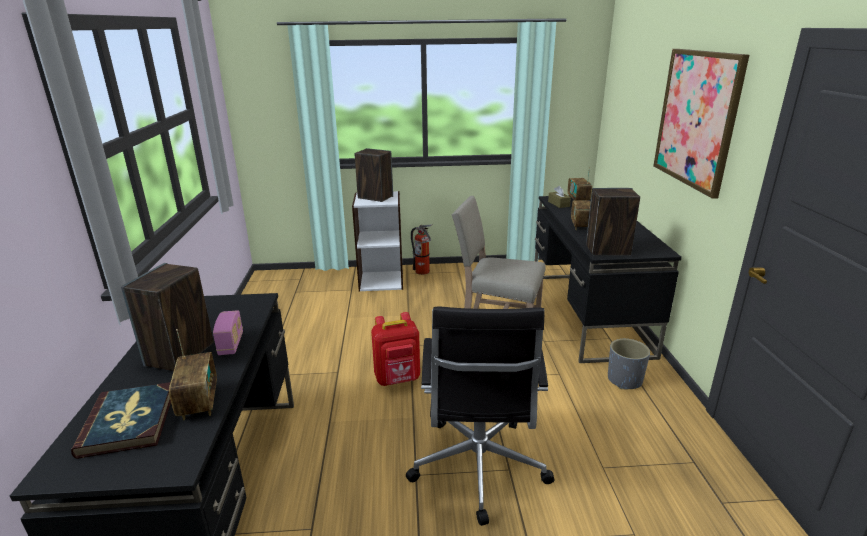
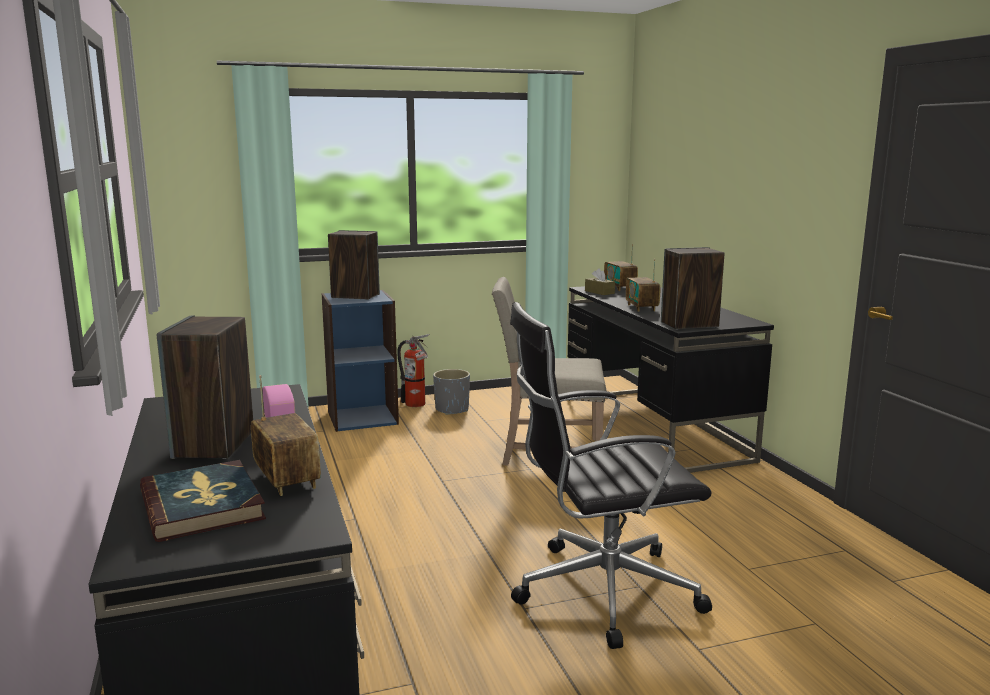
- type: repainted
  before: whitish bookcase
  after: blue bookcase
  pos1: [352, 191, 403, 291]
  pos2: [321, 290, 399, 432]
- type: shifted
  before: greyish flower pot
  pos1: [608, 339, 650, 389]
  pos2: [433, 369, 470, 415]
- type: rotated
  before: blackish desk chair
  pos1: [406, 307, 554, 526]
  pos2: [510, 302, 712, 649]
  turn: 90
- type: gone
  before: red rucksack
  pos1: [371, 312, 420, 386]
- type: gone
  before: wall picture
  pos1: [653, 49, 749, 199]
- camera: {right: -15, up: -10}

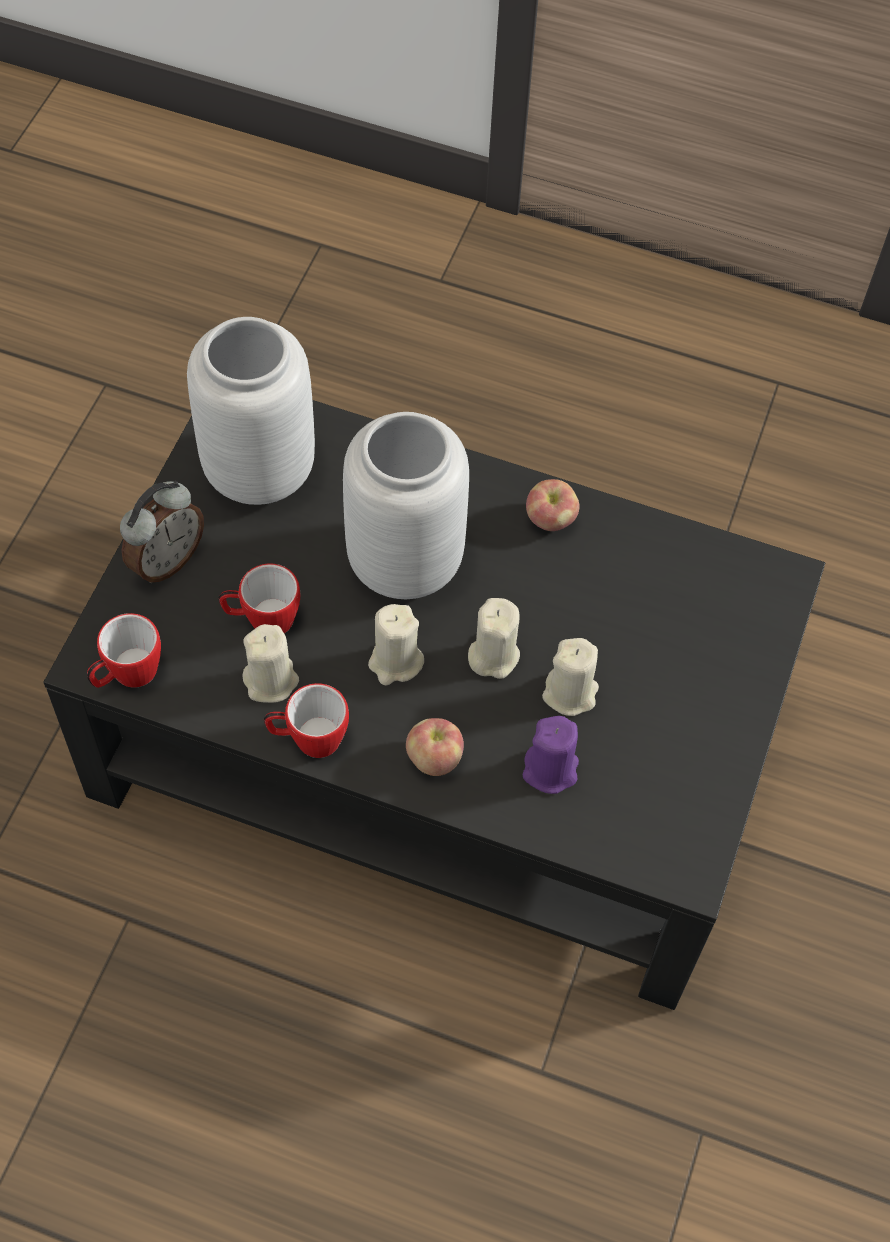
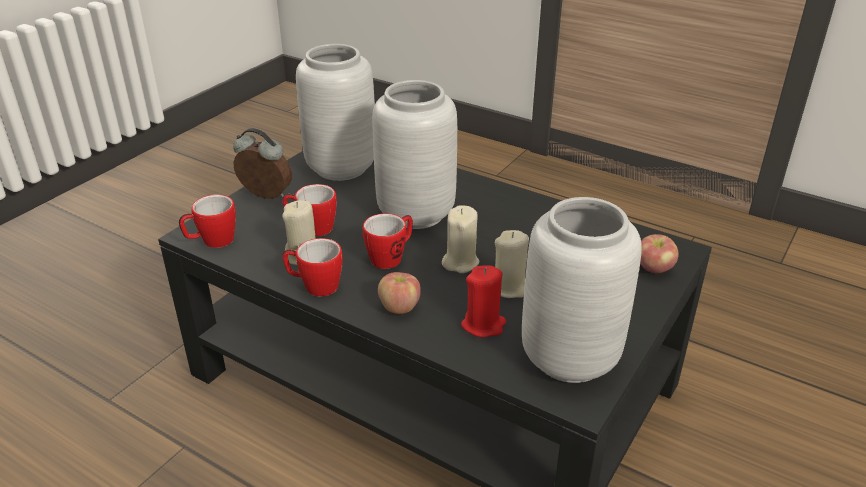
- type: rotated
  before: table clock
  pos1: [120, 481, 204, 583]
  pos2: [233, 128, 292, 199]
  turn: -120
- type: swapped
  before: sand-coloured wax candle
  after: coffee mug
  pos1: [368, 604, 424, 685]
  pos2: [363, 213, 413, 269]
- type: repainted
  before: purple wax candle
  after: red wax candle
  pos1: [522, 716, 579, 794]
  pos2: [461, 265, 506, 337]
- type: new
  after: greyish vase
  pos2: [522, 197, 642, 383]
- type: shifted
  before: apple fruit
  pos1: [526, 479, 579, 531]
  pos2: [640, 234, 679, 273]
- camera: {right: 15, up: -25}

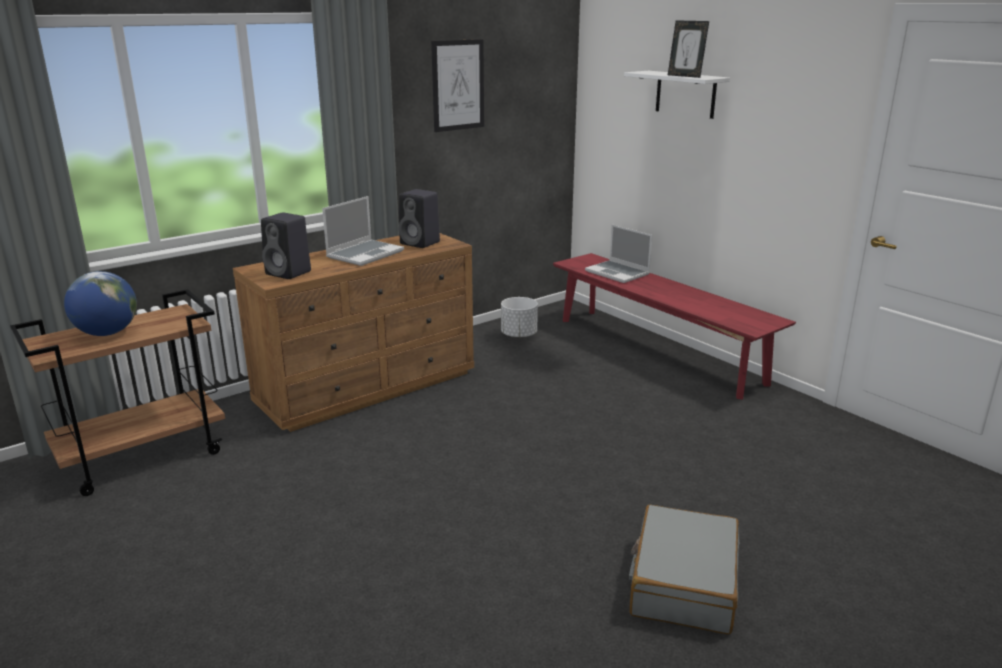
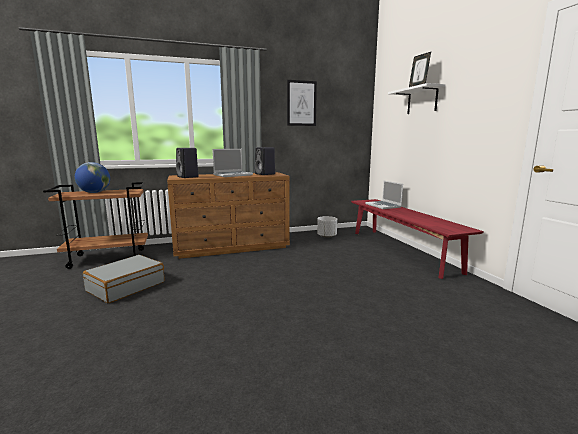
- type: shifted
  before: greyish suitcase
  pos1: [629, 505, 739, 634]
  pos2: [83, 255, 164, 303]
- camera: {right: 20, up: -10}

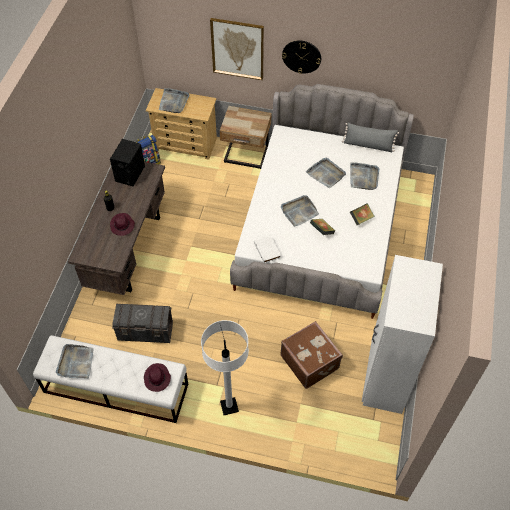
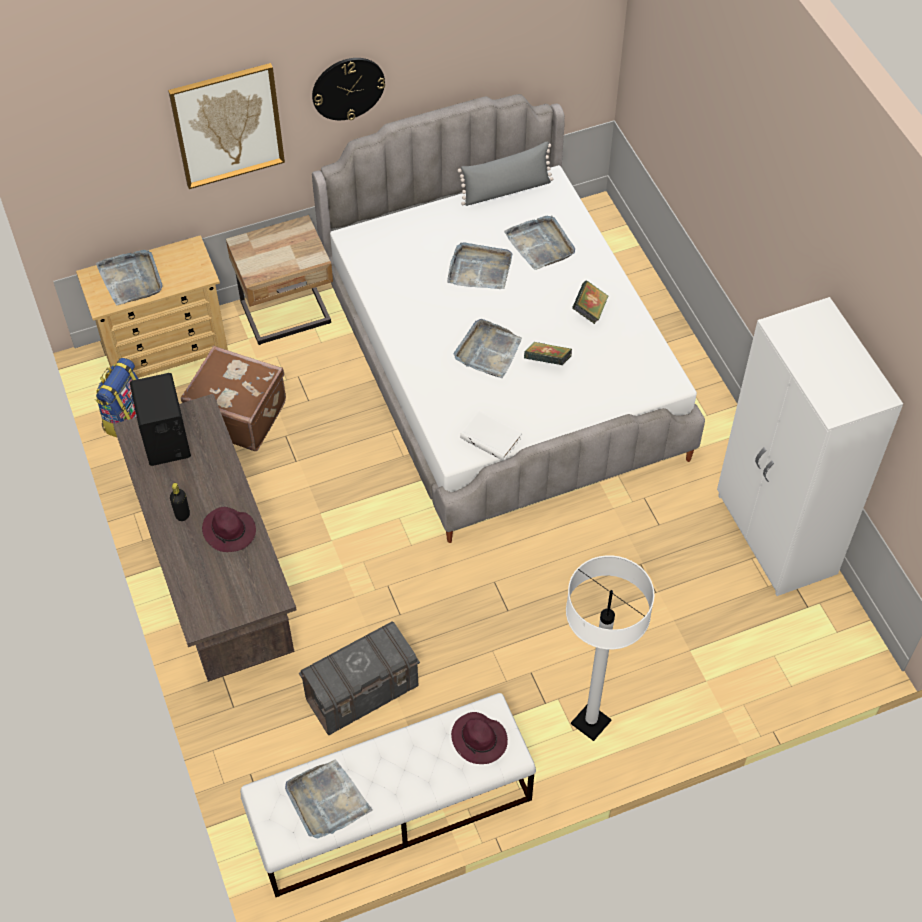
- type: shifted
  before: brownish suitcase
  pos1: [280, 321, 343, 389]
  pos2: [181, 346, 286, 451]
- camera: {right: -35, up: 0}

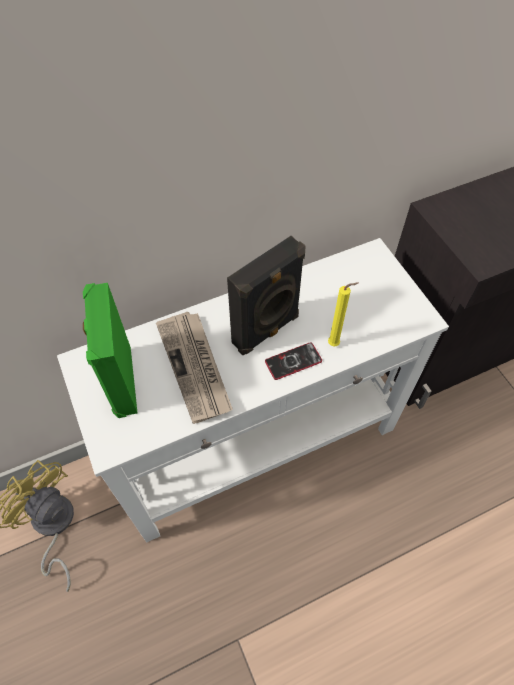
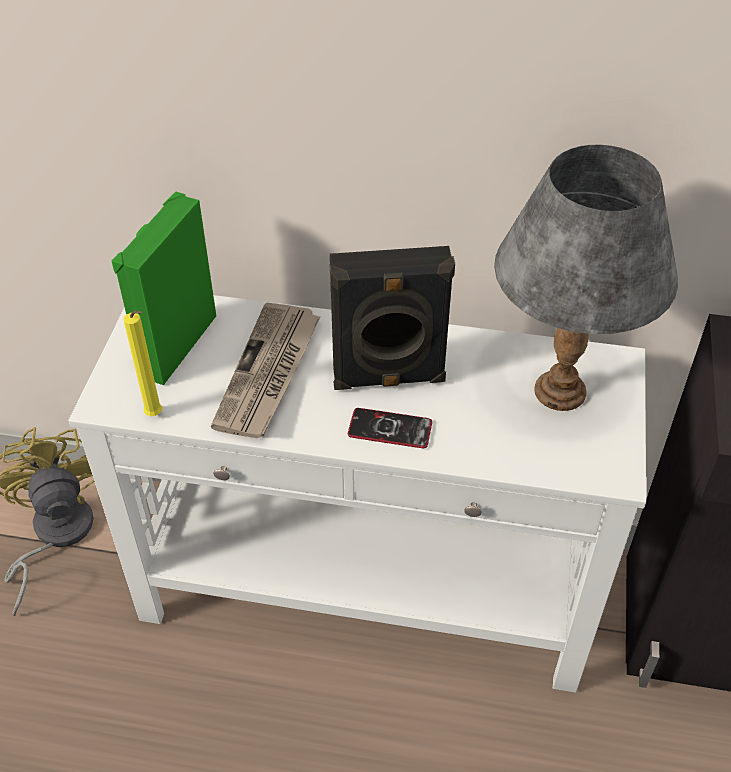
- type: shifted
  before: yellow wax candle
  pos1: [328, 282, 358, 346]
  pos2: [124, 310, 162, 416]
- type: new
  after: greyish lamp for a table
  pos2: [494, 145, 678, 411]
- camera: {right: 35, up: -10}

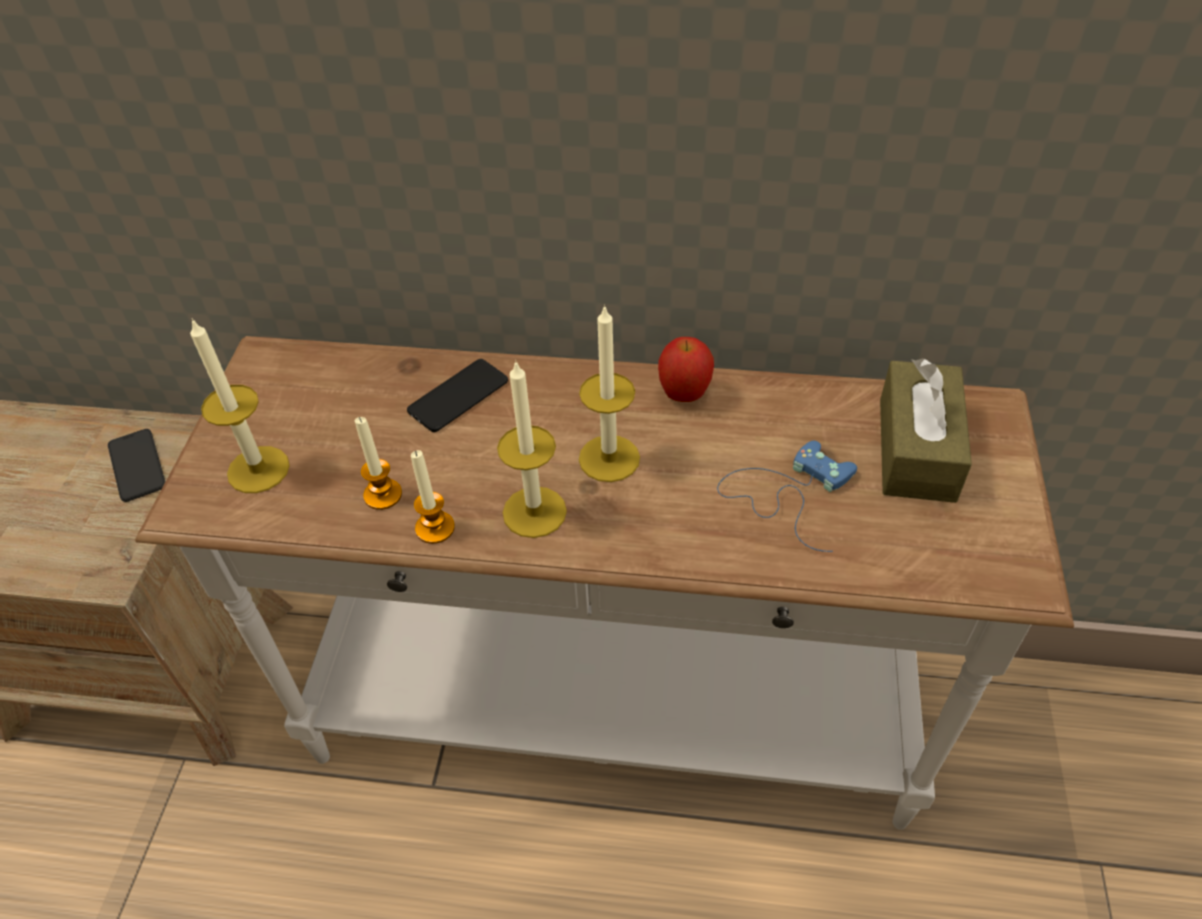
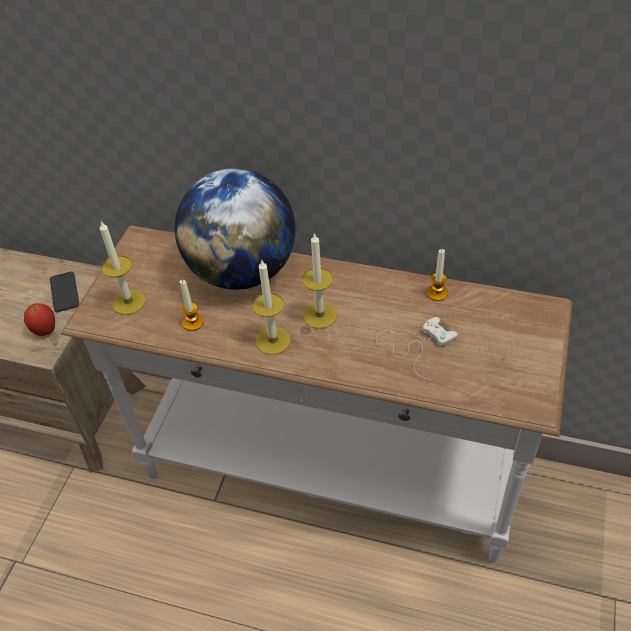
- type: shifted
  before: apple fruit
  pos1: [658, 337, 714, 402]
  pos2: [24, 303, 55, 336]
- type: swapped
  before: telephone
  after: world globe
  pos1: [407, 359, 508, 432]
  pos2: [175, 168, 296, 290]
- type: repainted
  before: blue game controller
  after: whitish game controller
  pos1: [717, 441, 857, 552]
  pos2: [376, 317, 458, 380]
- type: shifted
  before: wax candle
  pos1: [411, 450, 455, 544]
  pos2: [427, 249, 448, 301]
- type: gone
  before: brownish tissue box
  pos1: [880, 358, 972, 503]
- camera: {right: 10, up: 0}

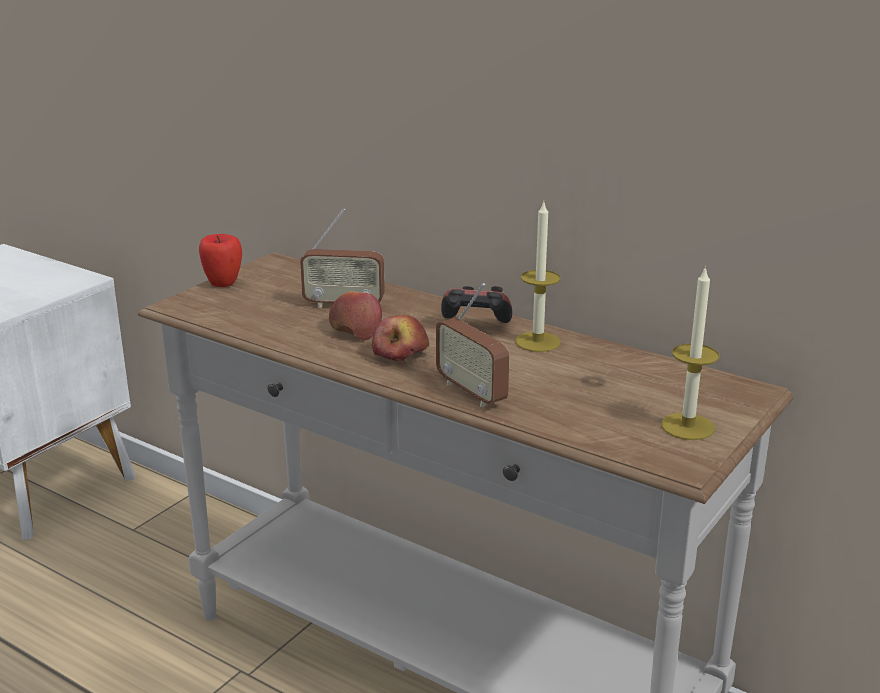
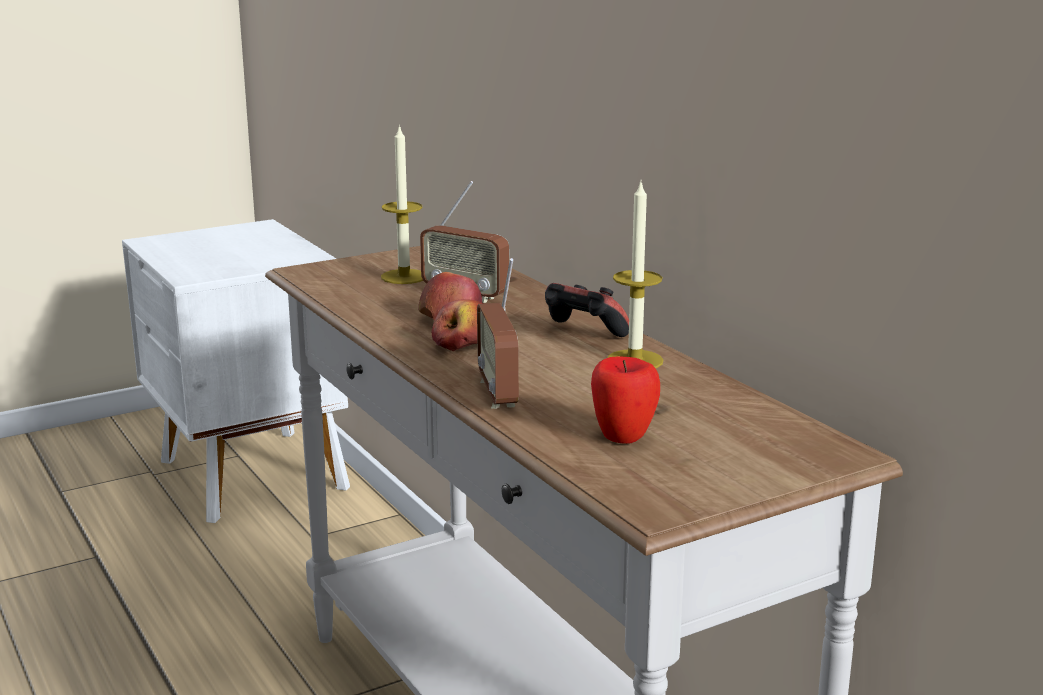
- type: shifted
  before: wax candle
  pos1: [661, 266, 719, 440]
  pos2: [381, 124, 423, 284]
- type: shifted
  before: apple fruit
  pos1: [199, 234, 242, 287]
  pos2: [591, 356, 660, 444]
- camera: {right: 25, up: -5}

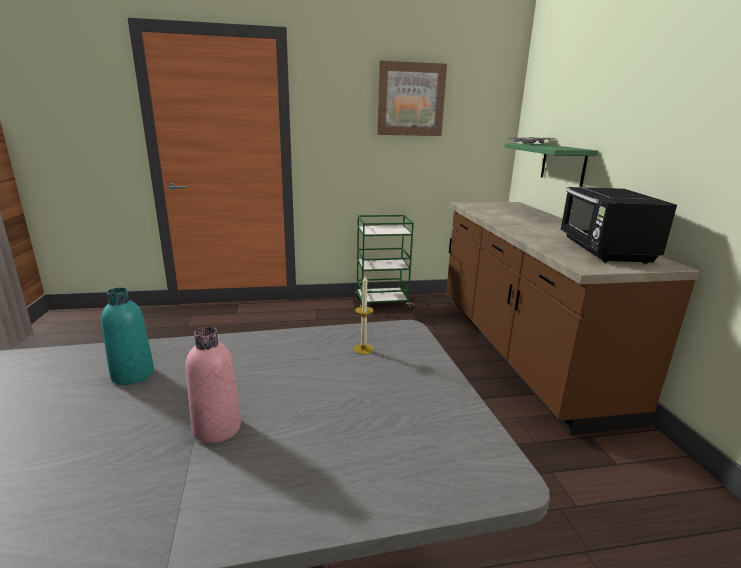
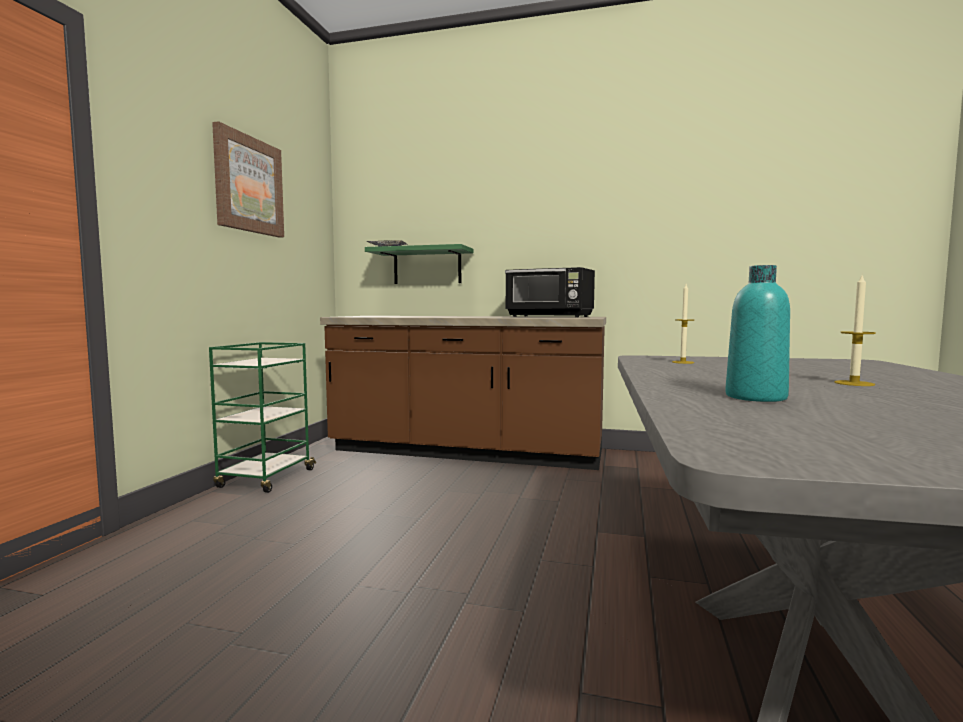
- type: swapped
  before: pinkish bottle
  after: wax candle
  pos1: [186, 327, 241, 443]
  pos2: [834, 275, 876, 386]
- camera: {right: -65, up: -15}

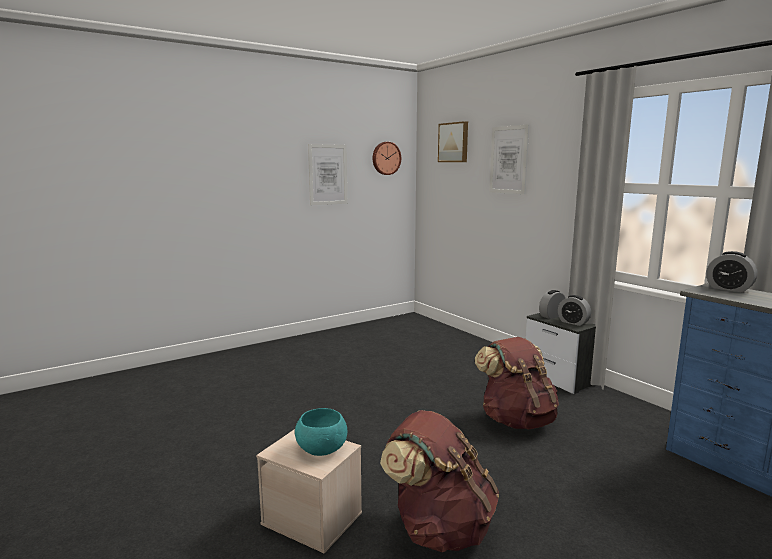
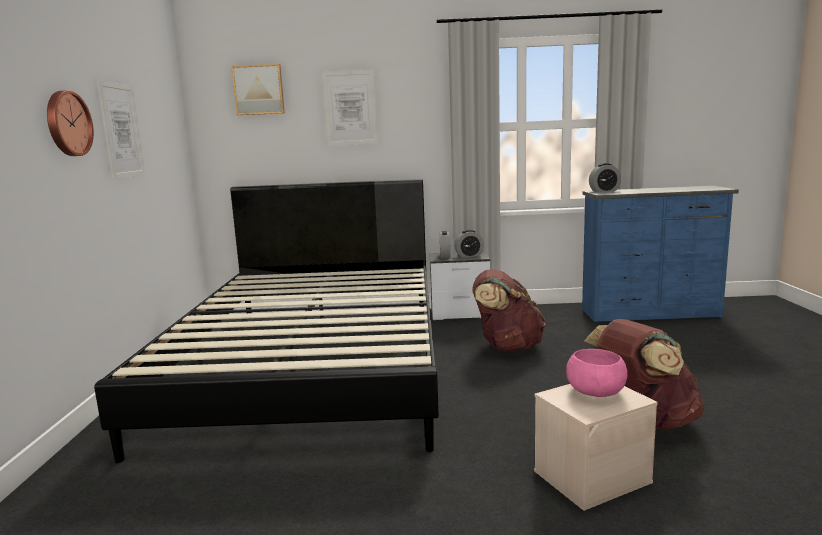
- type: shifted
  before: hanging clock
  pos1: [373, 142, 401, 175]
  pos2: [47, 90, 94, 156]
- type: new
  after: blackish bed
  pos2: [94, 179, 439, 463]
- type: repainted
  before: turquoise deep dish
  after: pinkish deep dish
  pos1: [295, 408, 347, 456]
  pos2: [566, 349, 628, 397]
- camera: {right: -55, up: 0}

